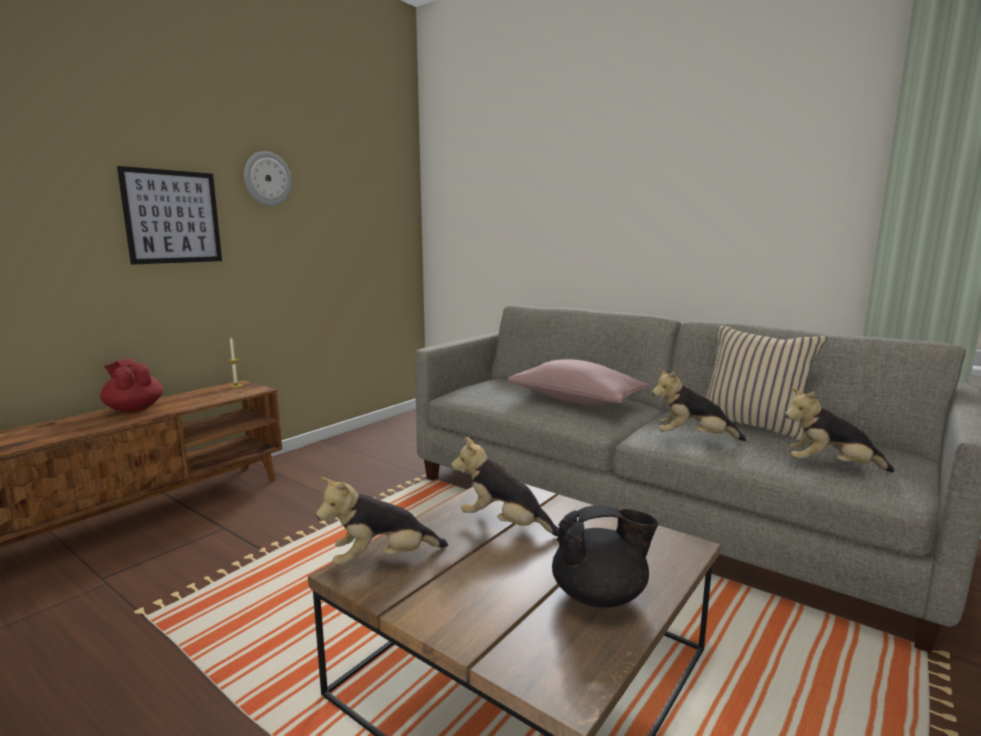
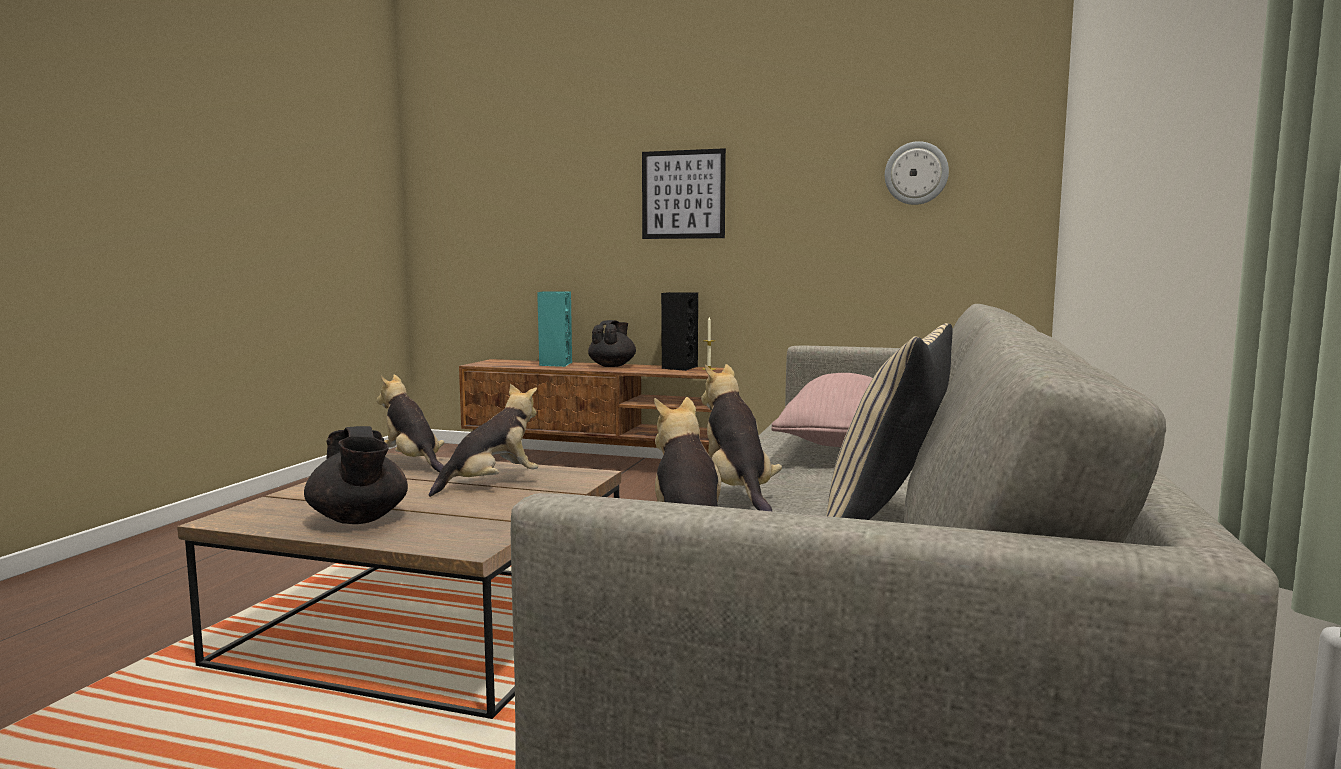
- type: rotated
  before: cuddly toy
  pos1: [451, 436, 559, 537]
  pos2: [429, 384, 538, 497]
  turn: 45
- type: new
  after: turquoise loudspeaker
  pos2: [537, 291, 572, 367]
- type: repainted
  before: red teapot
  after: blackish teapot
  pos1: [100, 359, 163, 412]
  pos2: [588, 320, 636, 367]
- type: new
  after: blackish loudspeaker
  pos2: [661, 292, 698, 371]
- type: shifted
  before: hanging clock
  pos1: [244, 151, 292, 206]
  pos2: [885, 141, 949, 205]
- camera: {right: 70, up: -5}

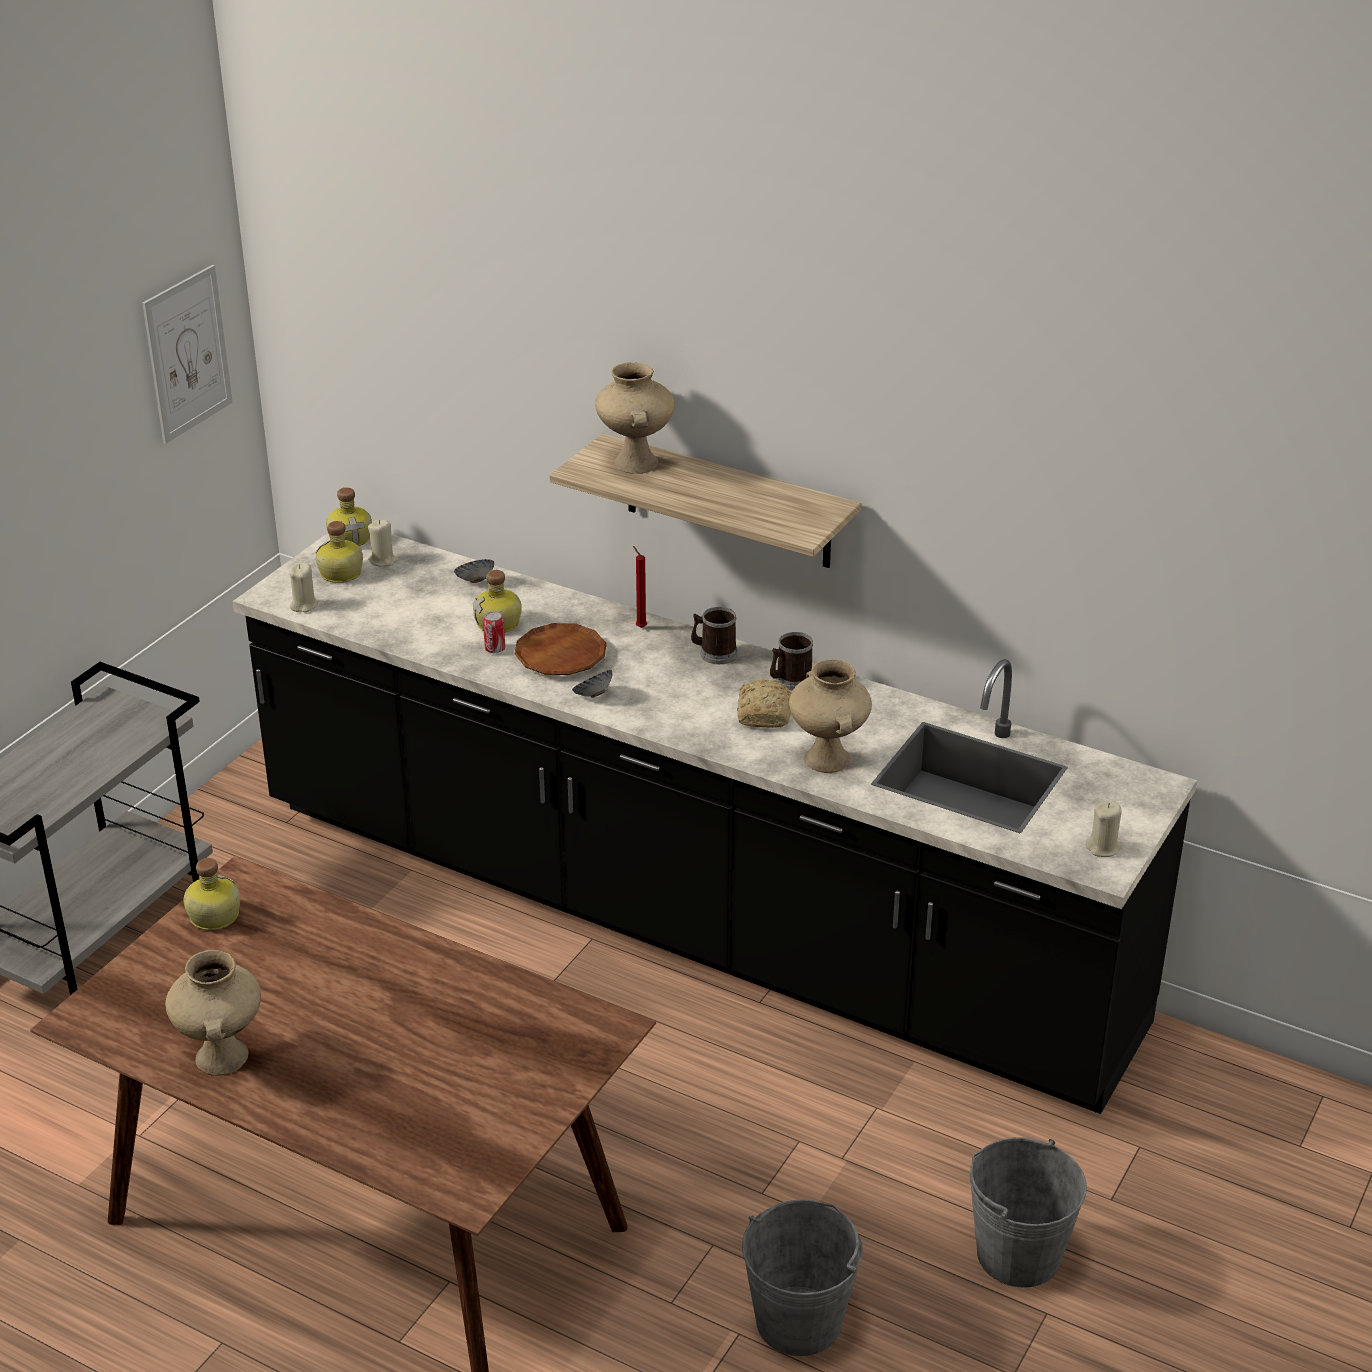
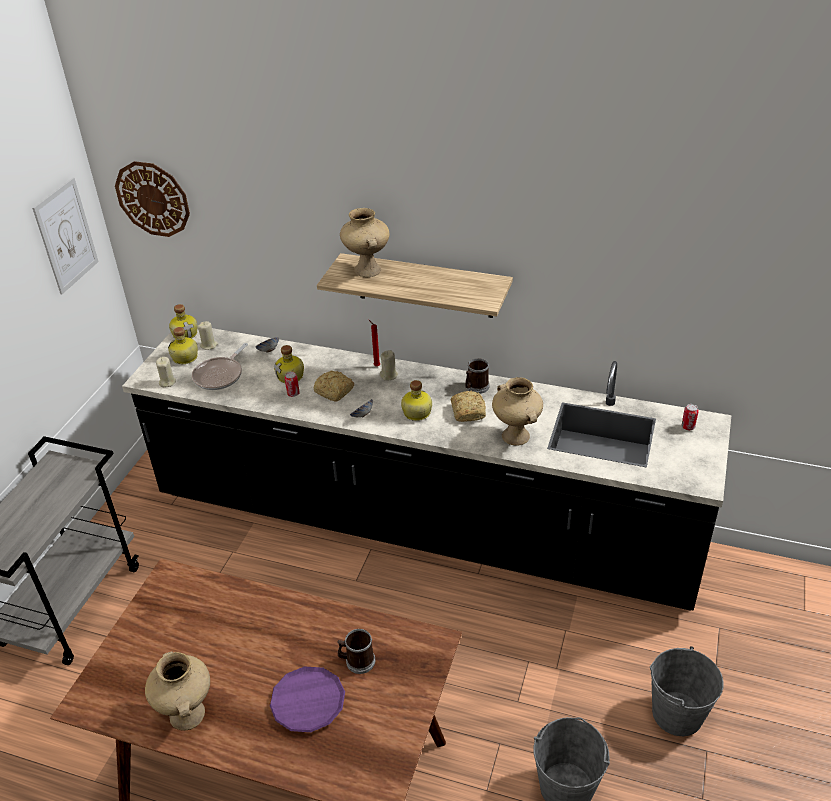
- type: new
  after: hanging clock
  pos2: [115, 161, 190, 237]
- type: new
  after: pan
  pos2: [192, 343, 248, 390]
- type: new
  after: purple plate
  pos2: [269, 667, 345, 732]
- type: swapped
  before: brownish plate
  after: bakery bread
  pos1: [515, 623, 607, 675]
  pos2: [314, 371, 354, 402]
- type: shifted
  before: coffee mug
  pos1: [691, 607, 738, 664]
  pos2: [337, 629, 375, 674]
- type: shifted
  before: sand-coloured wax candle
  pos1: [1086, 801, 1122, 857]
  pos2: [380, 350, 398, 381]
- type: shifted
  before: bottle
  pos1: [183, 858, 240, 930]
  pos2: [401, 380, 432, 421]
- type: new
  after: can
  pos2: [681, 404, 699, 430]
- camera: {right: -10, up: 5}

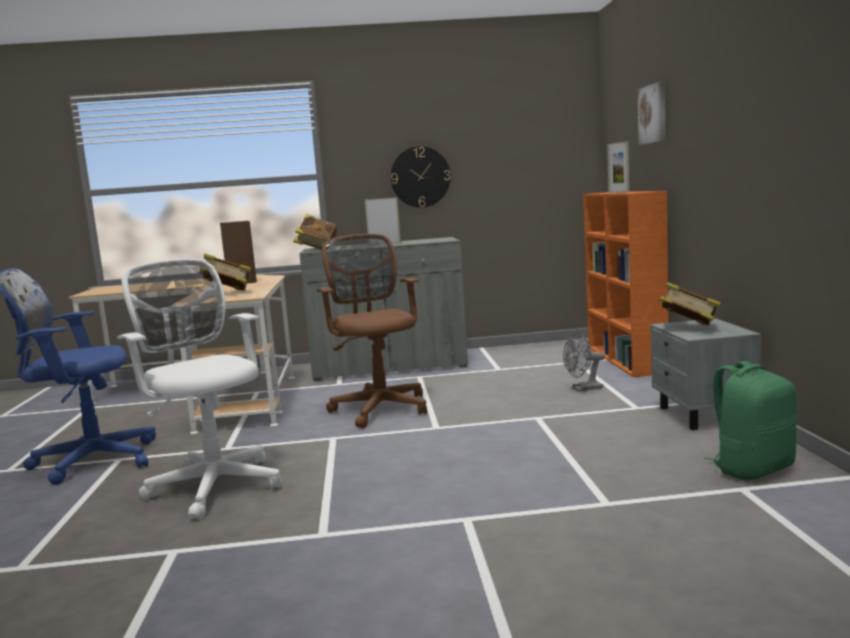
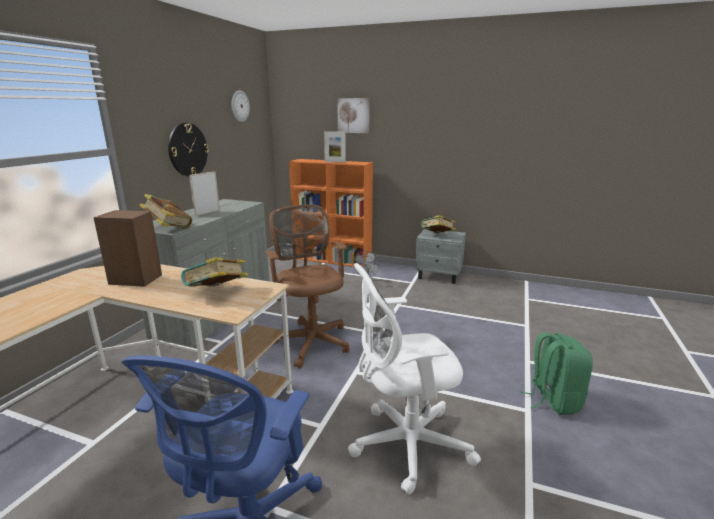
- type: new
  after: hanging clock
  pos2: [232, 90, 250, 122]
- type: rotated
  before: brownish desk chair
  pos1: [316, 234, 427, 428]
  pos2: [264, 205, 350, 369]
  turn: 60
- type: shifted
  before: green-coloured rucksack
  pos1: [704, 361, 797, 481]
  pos2: [520, 332, 593, 415]
- camera: {right: -65, up: 10}

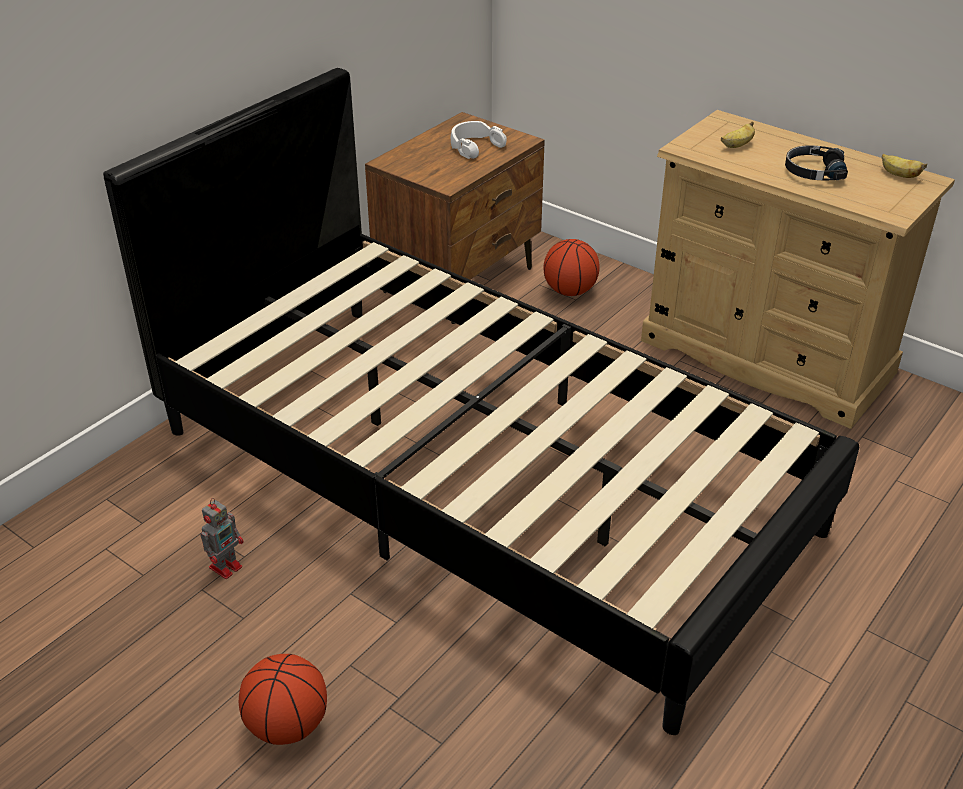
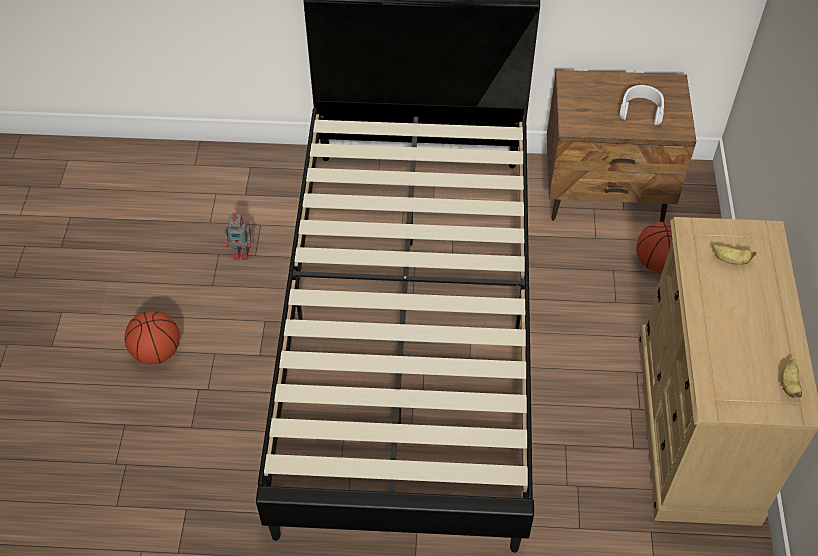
- type: gone
  before: blackish headset
  pos1: [785, 145, 848, 180]
- camera: {right: 55, up: 15}

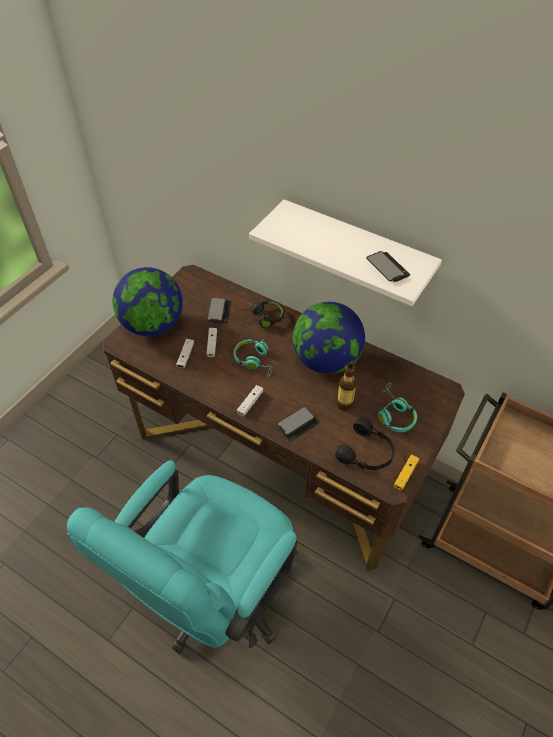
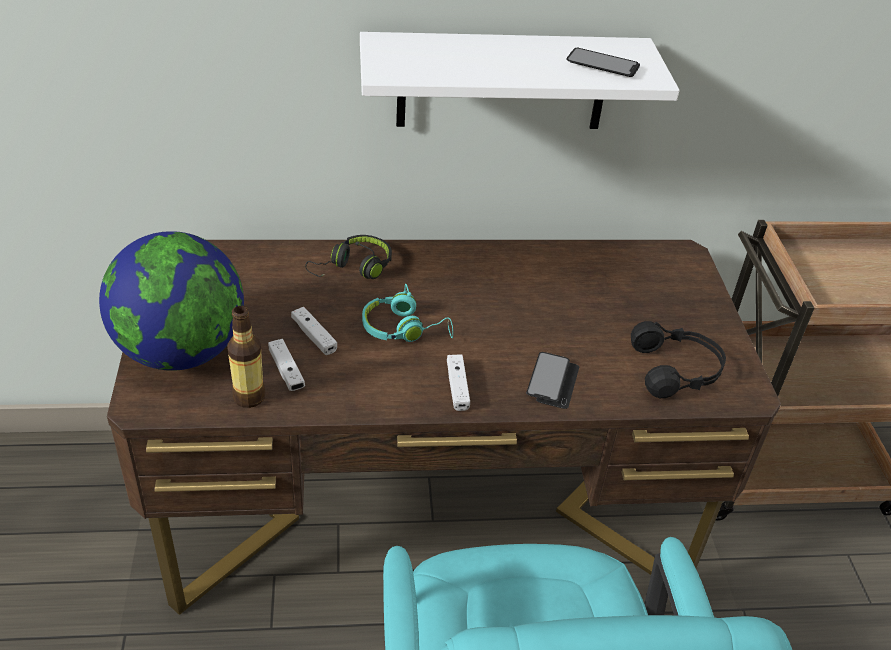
- type: shifted
  before: bottle
  pos1: [337, 363, 357, 411]
  pos2: [227, 306, 266, 408]
- type: gone
  before: telephone
  pos1: [207, 297, 231, 324]
- type: gone
  before: world globe
  pos1: [293, 302, 365, 374]
- type: gone
  before: turquoise headset
  pos1: [378, 383, 417, 432]
- type: gone
  before: yellow game controller
  pos1: [394, 454, 419, 491]
- camera: {right: -40, up: -10}

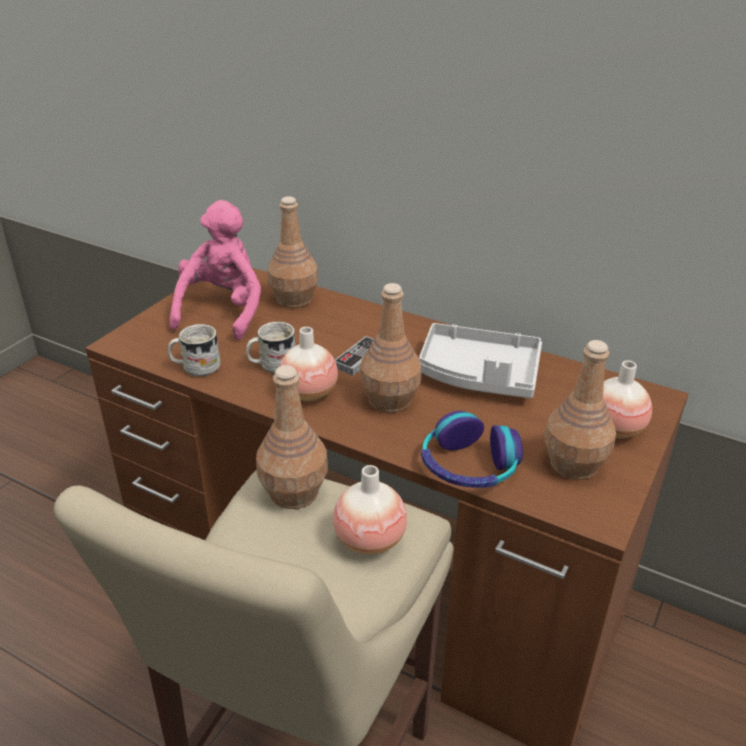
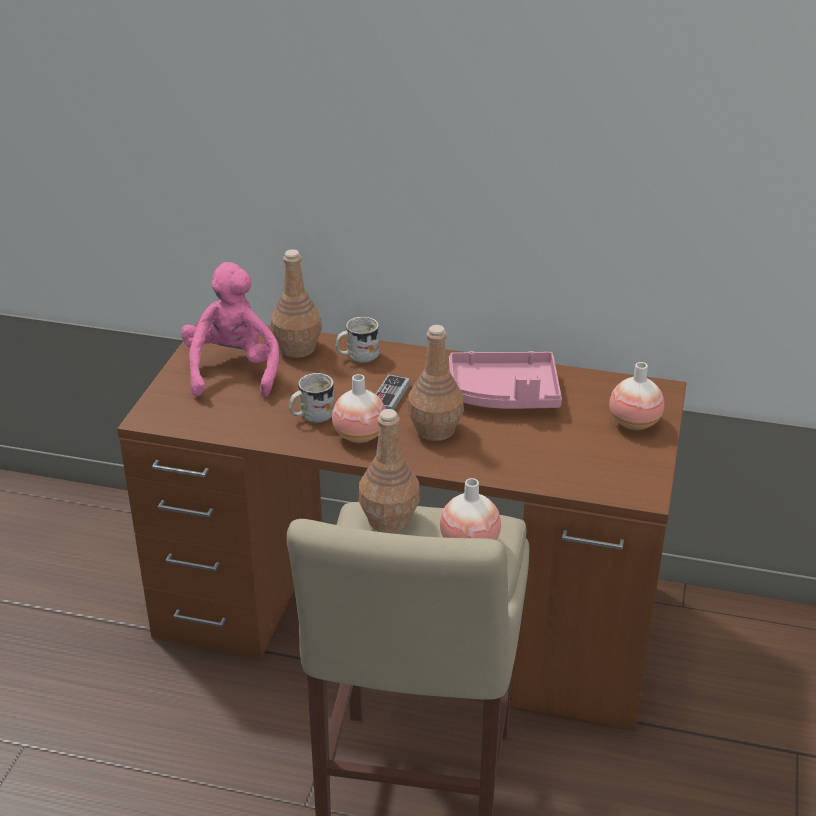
- type: shifted
  before: whitish coffee mug
  pos1: [168, 324, 221, 377]
  pos2: [335, 316, 380, 364]
- type: repainted
  before: greyish tray
  after: pinkish tray
  pos1: [419, 323, 542, 398]
  pos2: [449, 351, 562, 409]
- type: gone
  before: headset
  pos1: [421, 411, 523, 488]
- type: gone
  before: brownish bottle
  pos1: [544, 340, 616, 480]
- camera: {right: -15, up: 0}

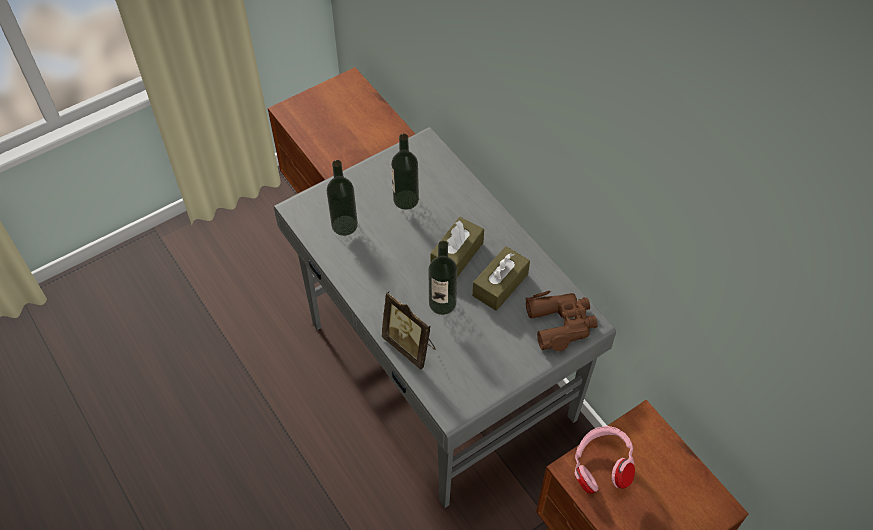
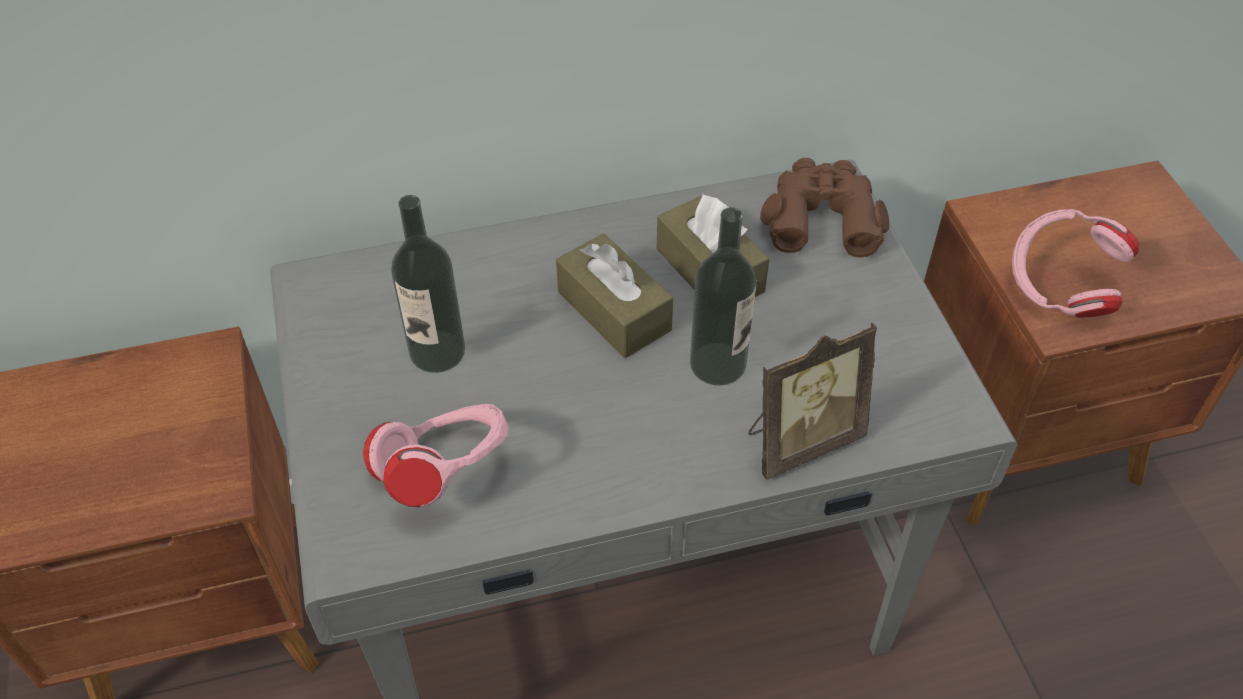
- type: swapped
  before: bottle
  after: pinkish headset
  pos1: [327, 160, 358, 236]
  pos2: [363, 404, 509, 507]
- camera: {right: -70, up: -5}

